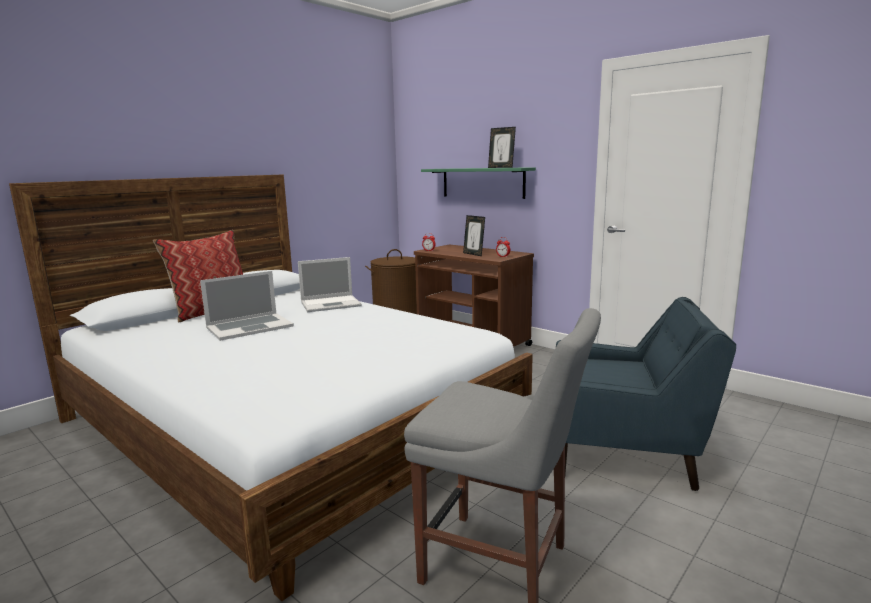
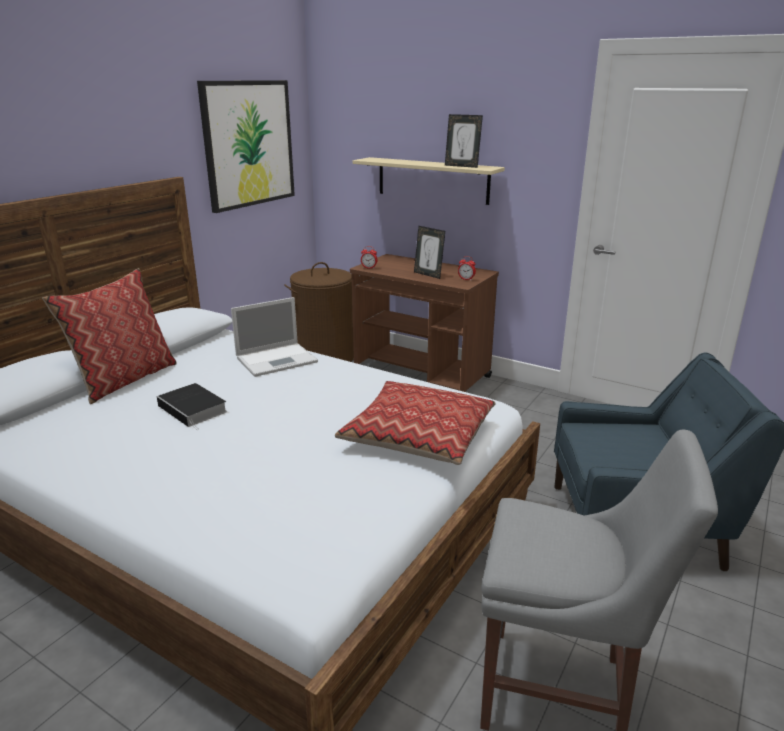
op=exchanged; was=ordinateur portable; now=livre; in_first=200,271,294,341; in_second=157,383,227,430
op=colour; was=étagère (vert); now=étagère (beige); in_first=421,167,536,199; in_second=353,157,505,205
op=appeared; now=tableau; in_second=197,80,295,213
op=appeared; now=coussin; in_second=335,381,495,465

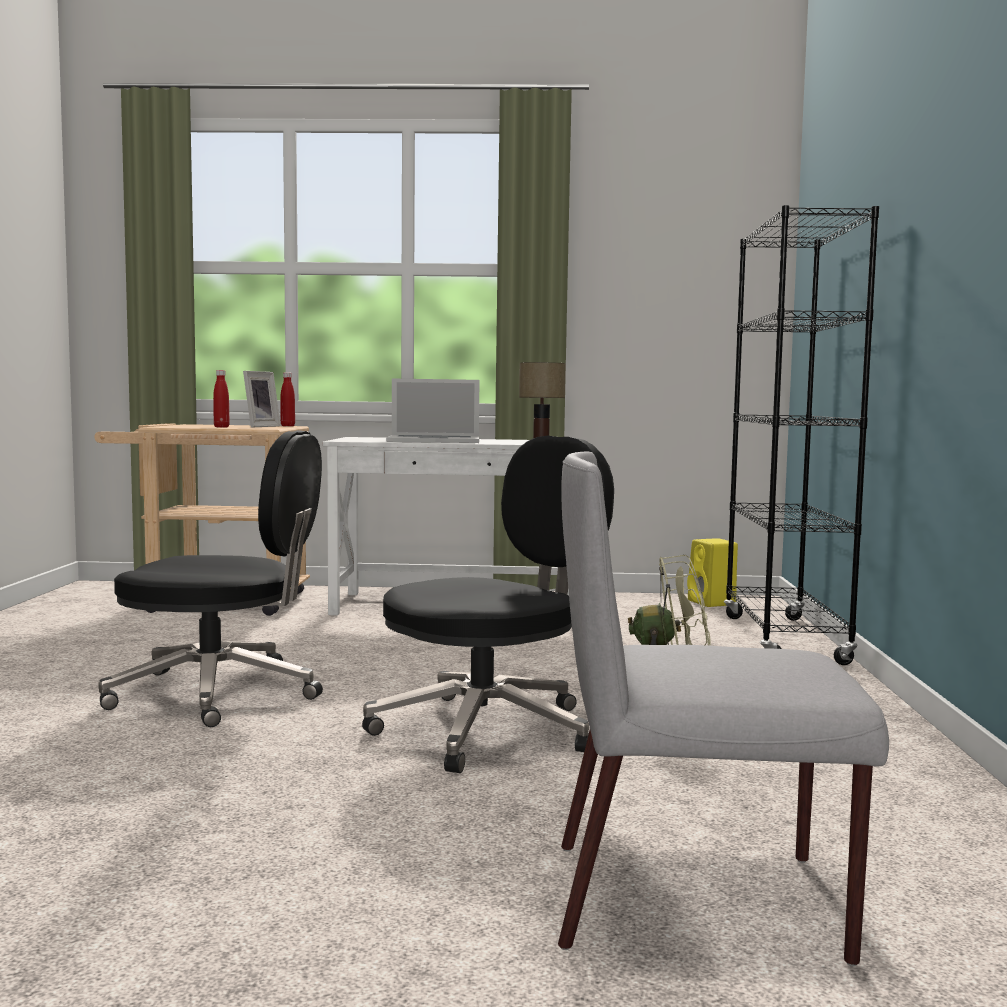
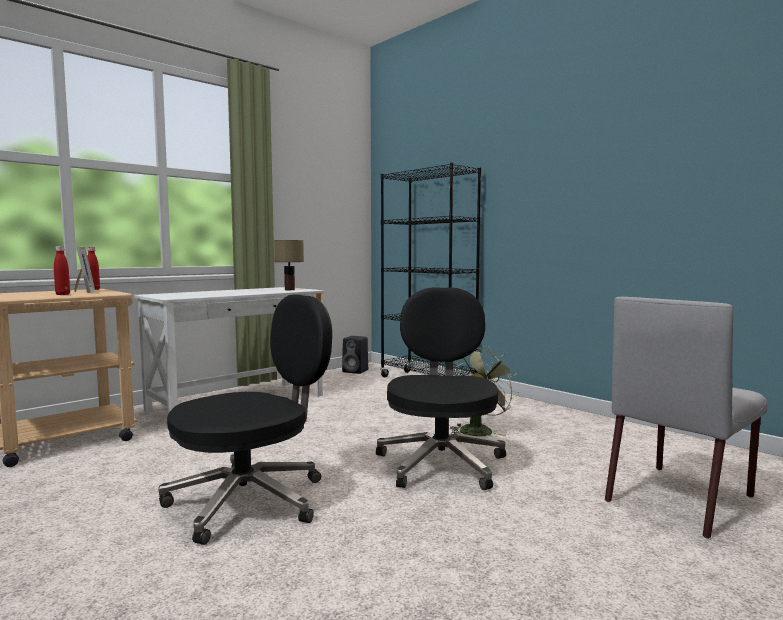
op=missing; was=ordinateur portable; in_first=386,379,480,443
op=colour; was=enceinte (jaune); now=enceinte (noir); in_first=687,538,738,607; in_second=342,336,368,374

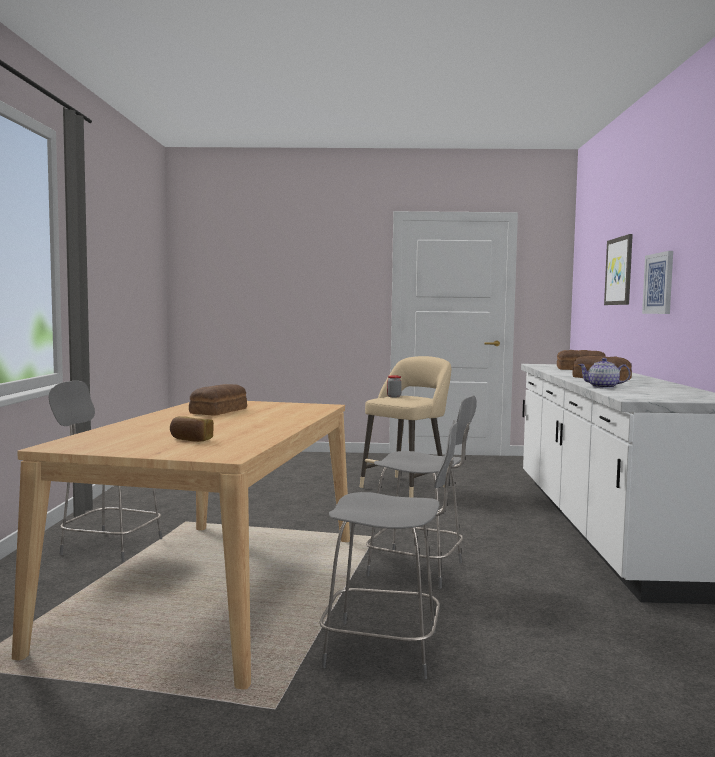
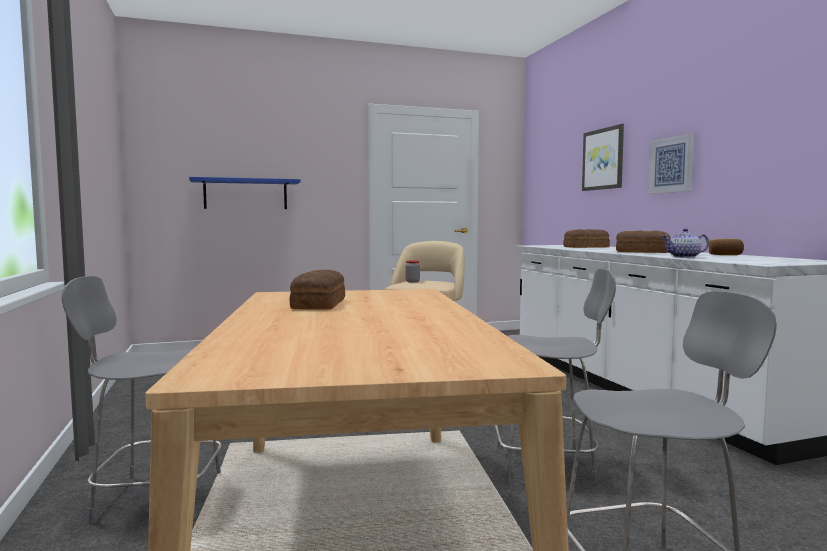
op=relocated; was=pain; in_first=170,416,214,442; in_second=709,239,744,255
op=appeared; now=étagère (bleu); in_second=189,177,300,209

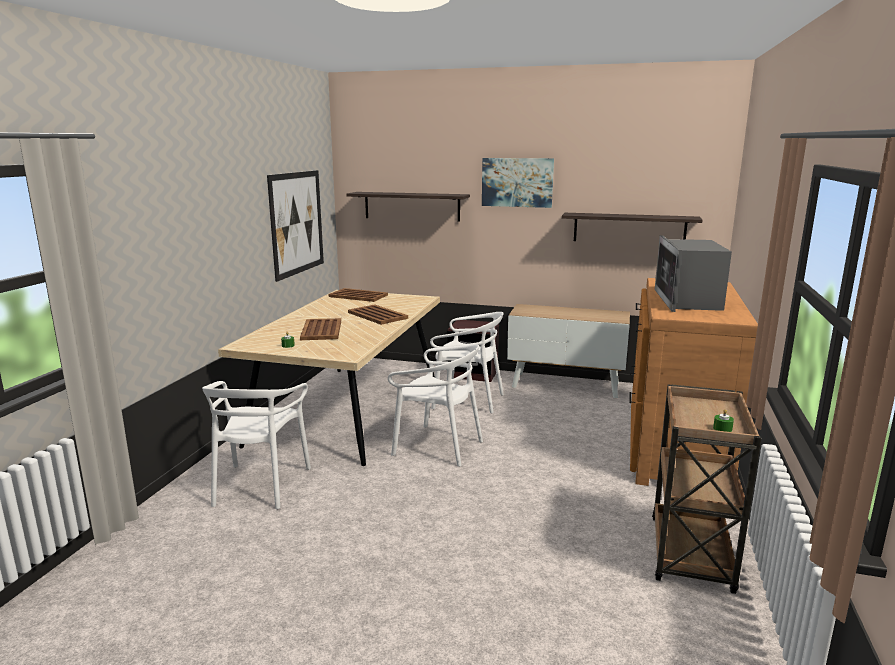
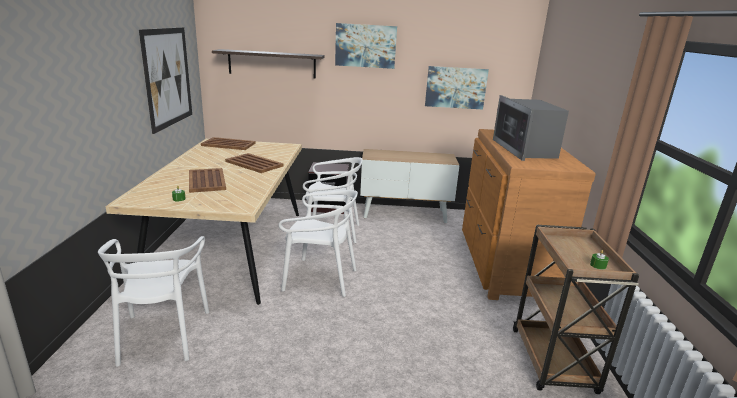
op=exchanged; was=étagère; now=tableau; in_first=562,213,703,241; in_second=425,66,489,110

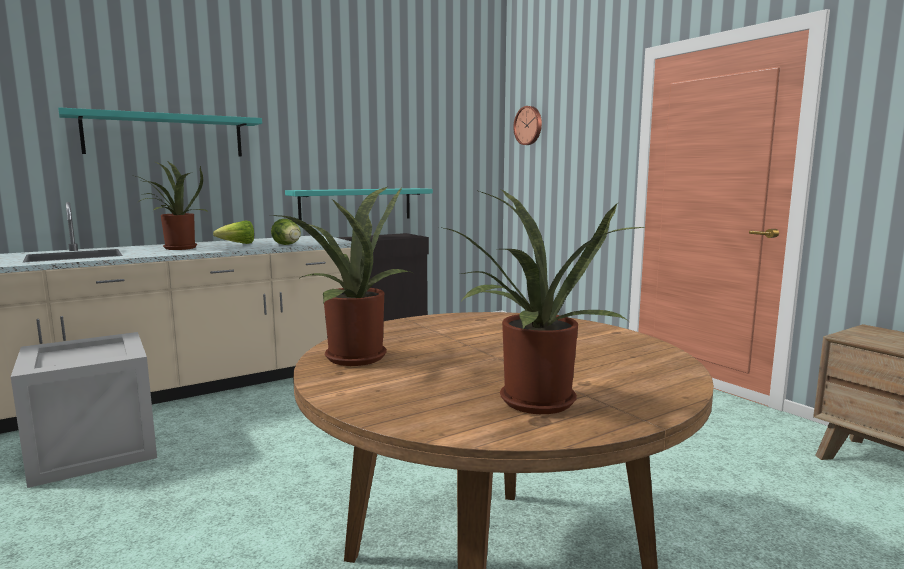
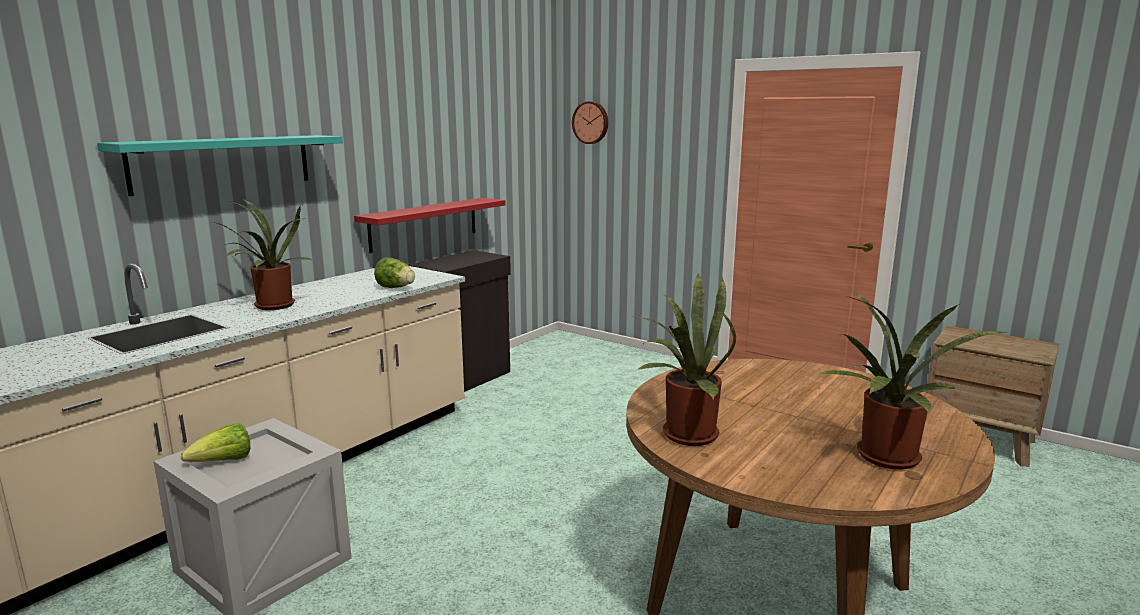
op=relocated; was=laitue; in_first=213,220,254,244; in_second=181,423,250,462
op=colour; was=étagère (turquoise); now=étagère (rouge); in_first=285,188,433,220; in_second=354,198,506,253

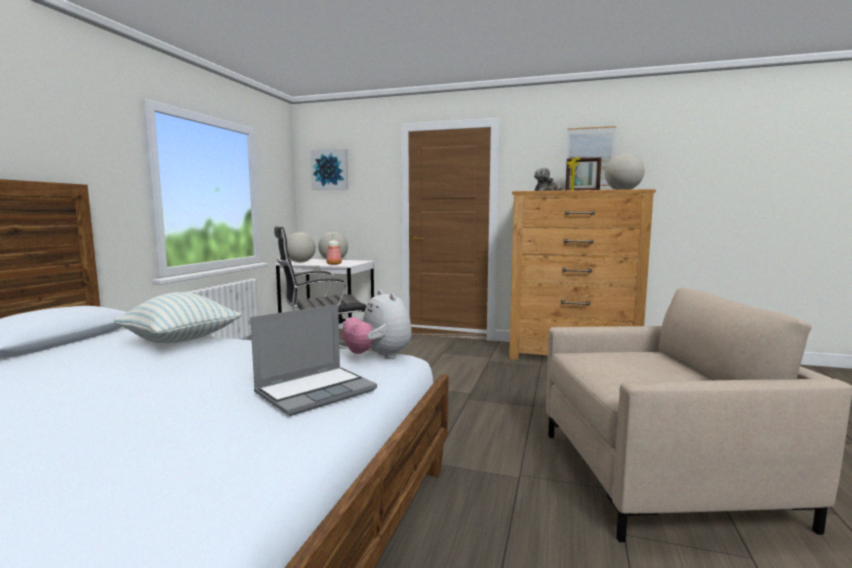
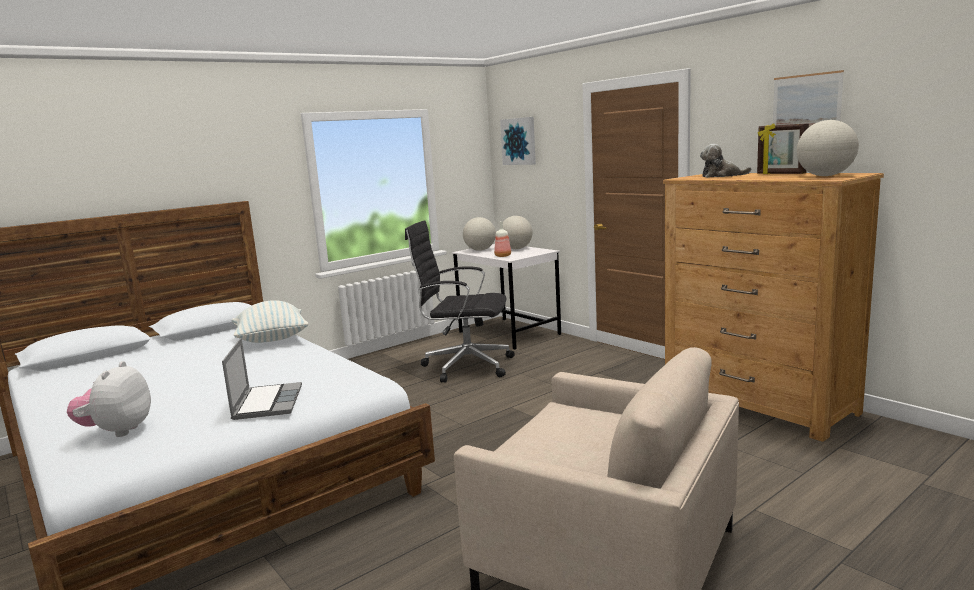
op=spun; was=ordinateur portable; in_first=250,304,377,416; in_second=222,338,302,420; clockwise=-90
op=relocated; was=peluche; in_first=342,290,412,359; in_second=67,361,151,437

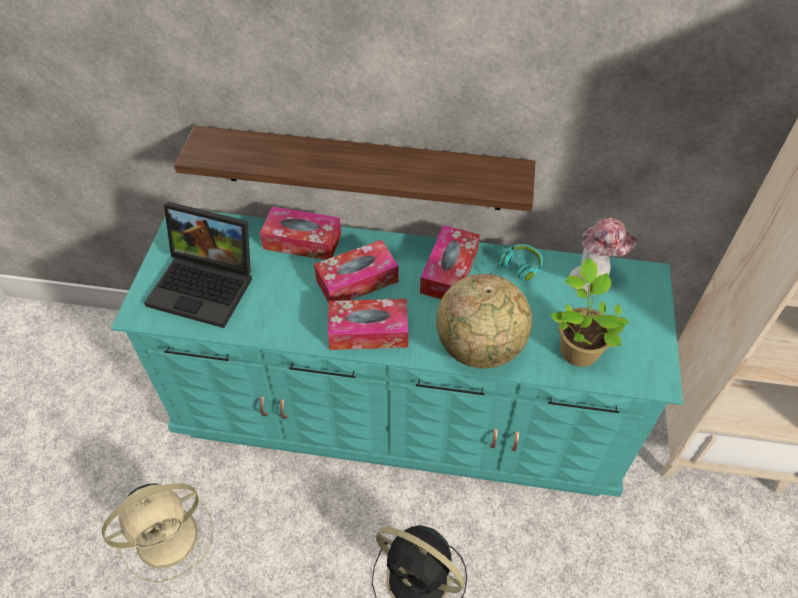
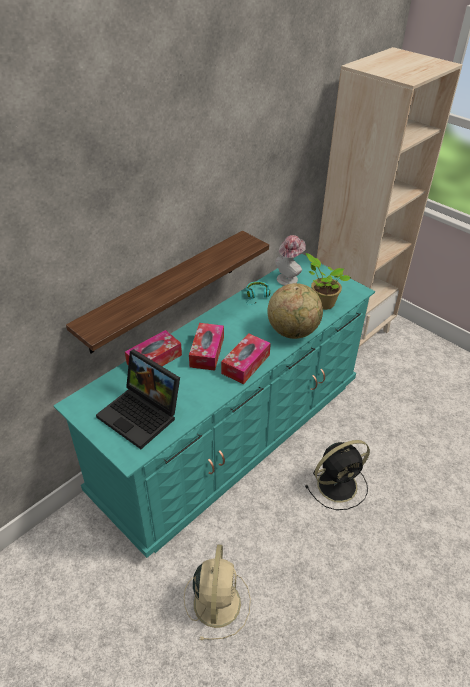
op=spun; was=ordinateur portable; in_first=144,202,252,328; in_second=96,349,180,449; clockwise=75
op=missing; was=boîte à mouchoirs; in_first=420,225,480,299

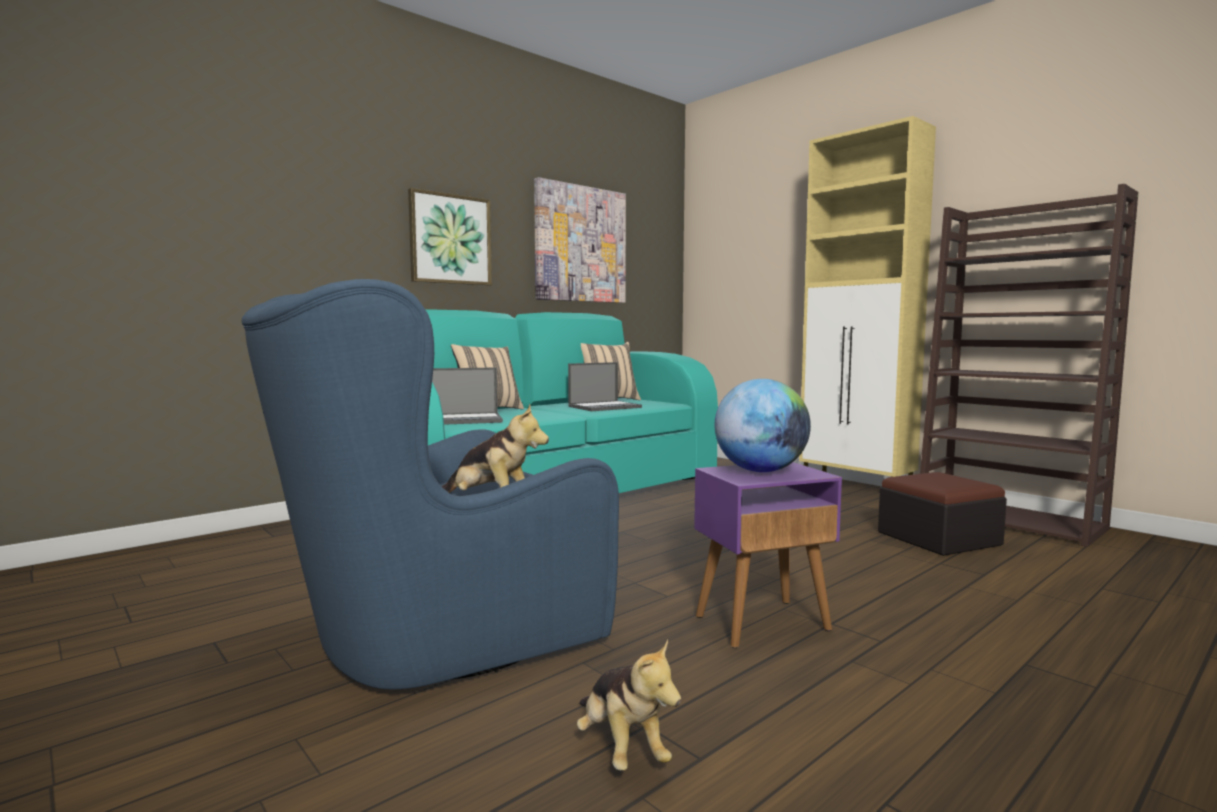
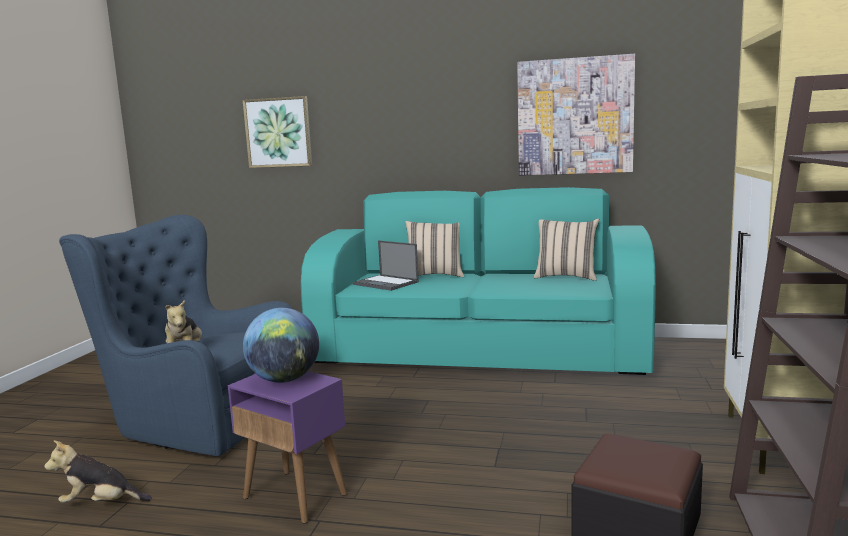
op=relocated; was=tableau; in_first=408,188,492,286; in_second=242,96,312,168
op=missing; was=ordinateur portable; in_first=568,362,642,411
op=spun; was=peluche; in_first=577,639,681,770; in_second=44,440,152,503; clockwise=60

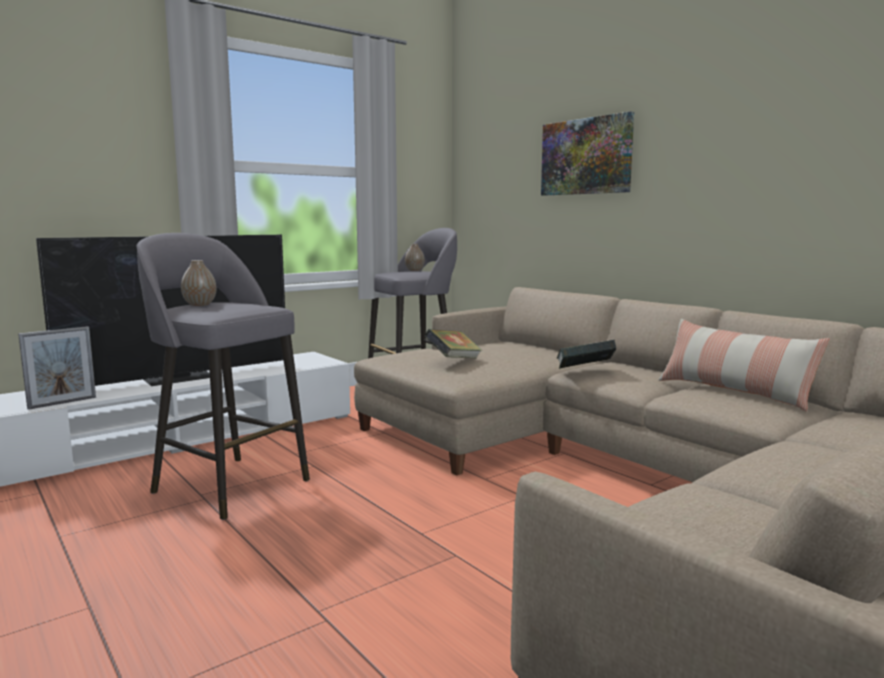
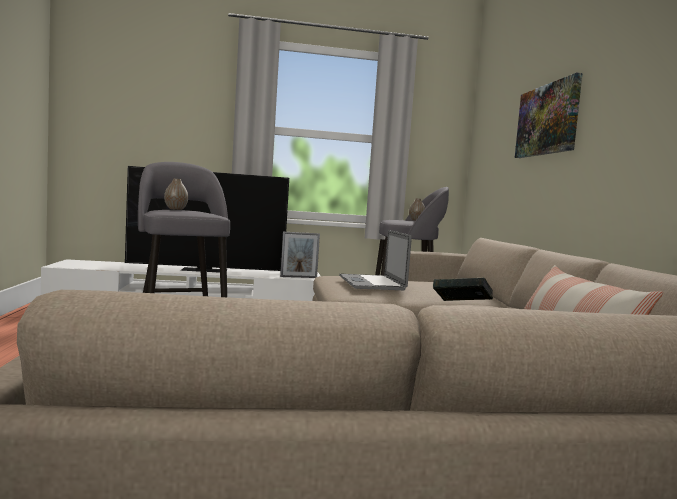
op=relocated; was=cadre photo; in_first=18,326,96,410; in_second=280,232,320,278
op=exchanged; was=livre; now=ordinateur portable; in_first=425,329,482,359; in_second=339,230,412,290

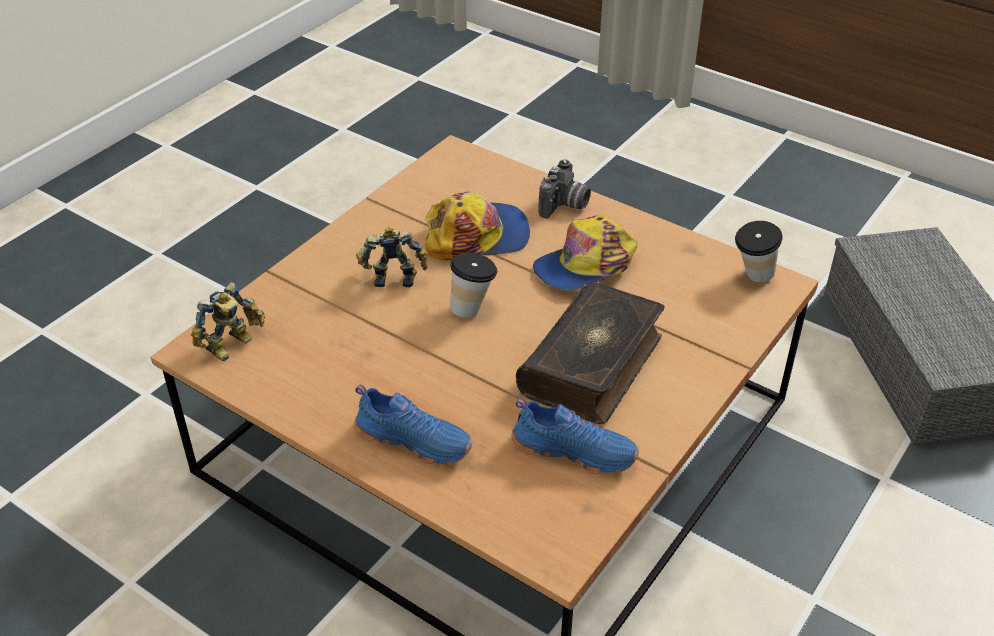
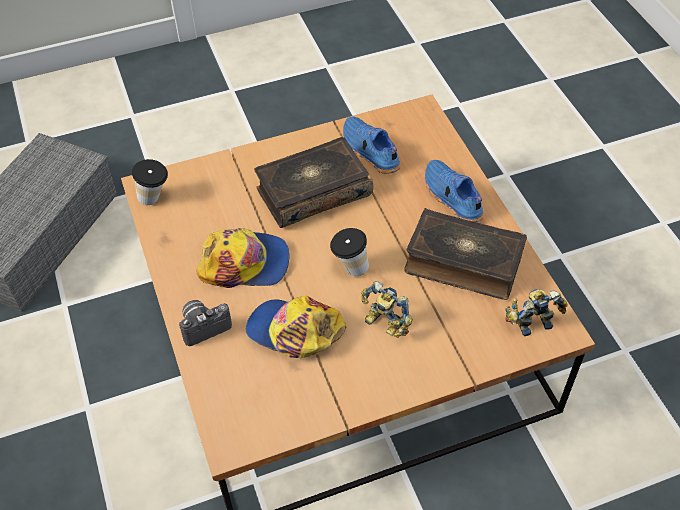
op=appeared; now=livre; in_second=404,208,527,300

